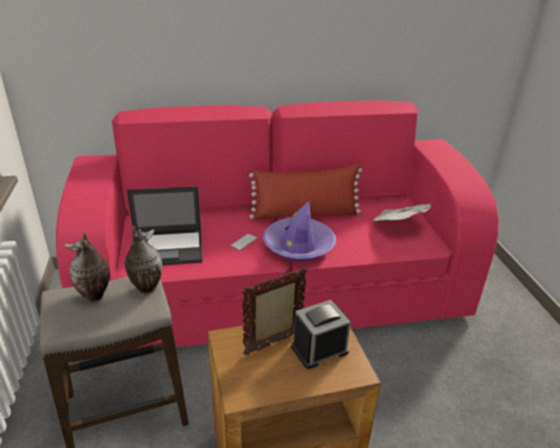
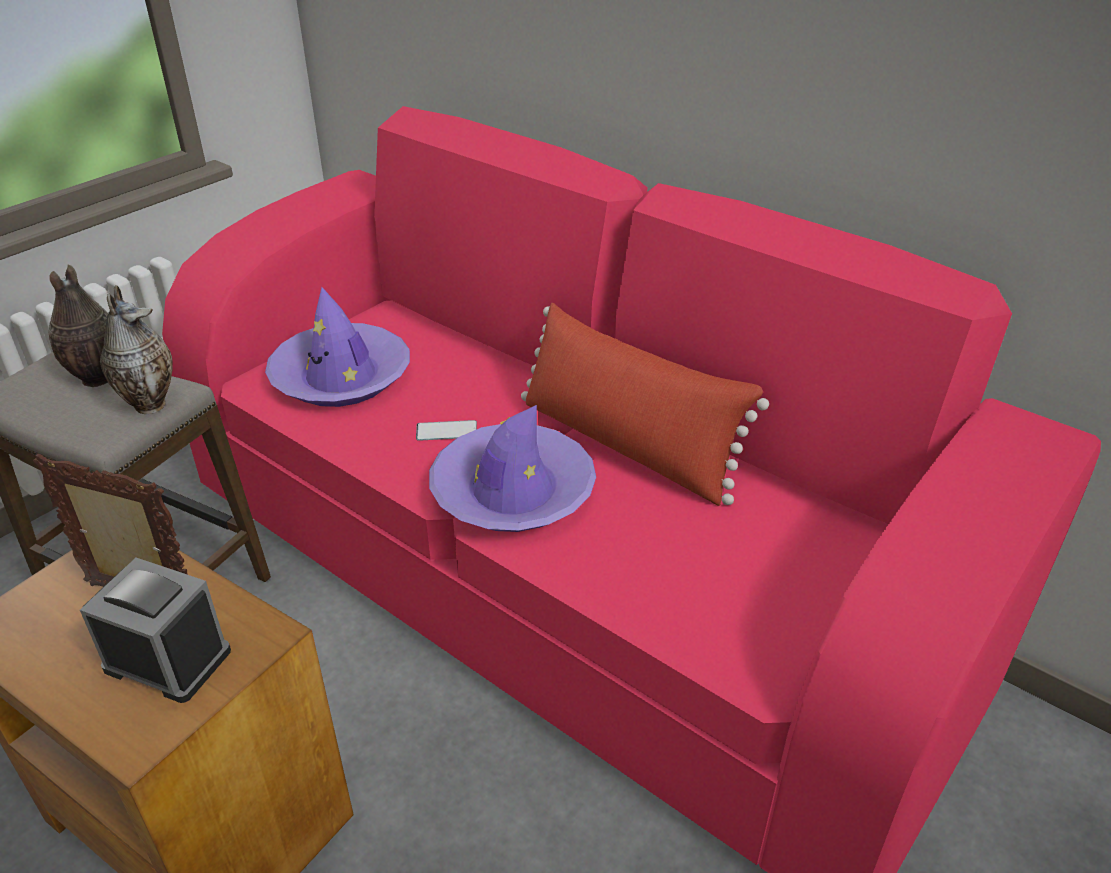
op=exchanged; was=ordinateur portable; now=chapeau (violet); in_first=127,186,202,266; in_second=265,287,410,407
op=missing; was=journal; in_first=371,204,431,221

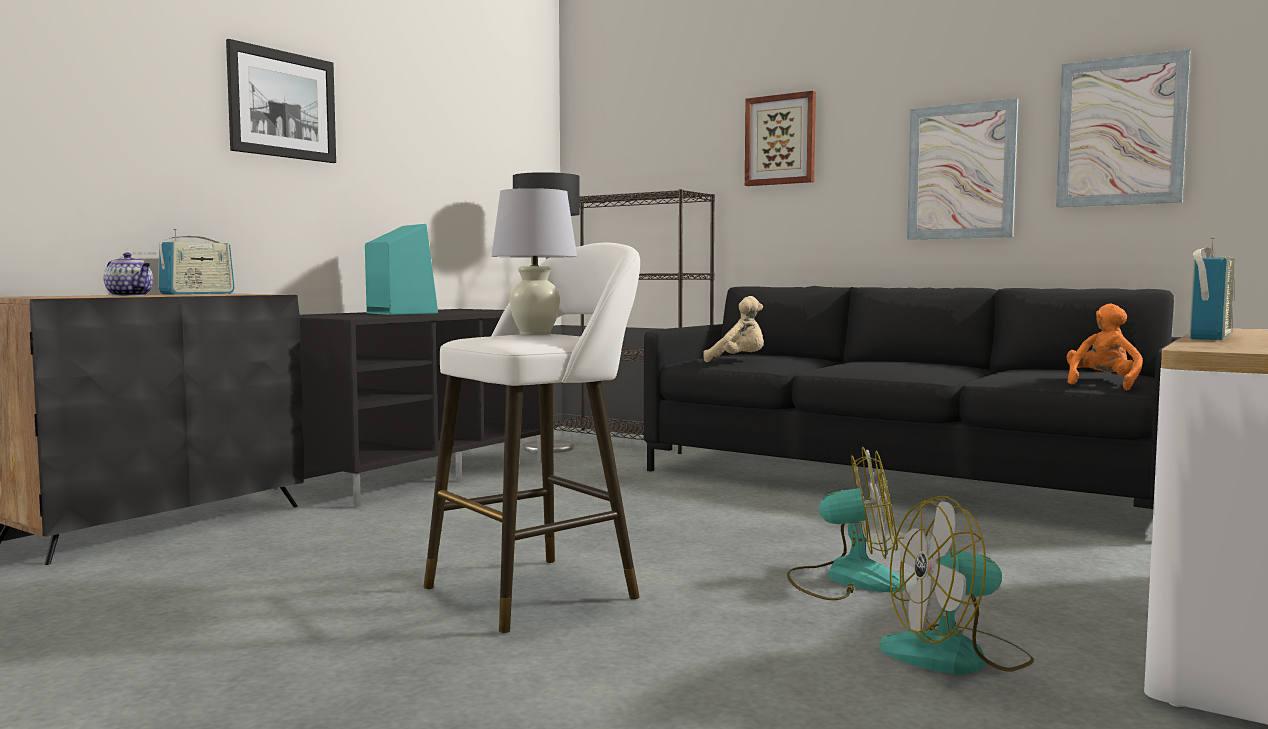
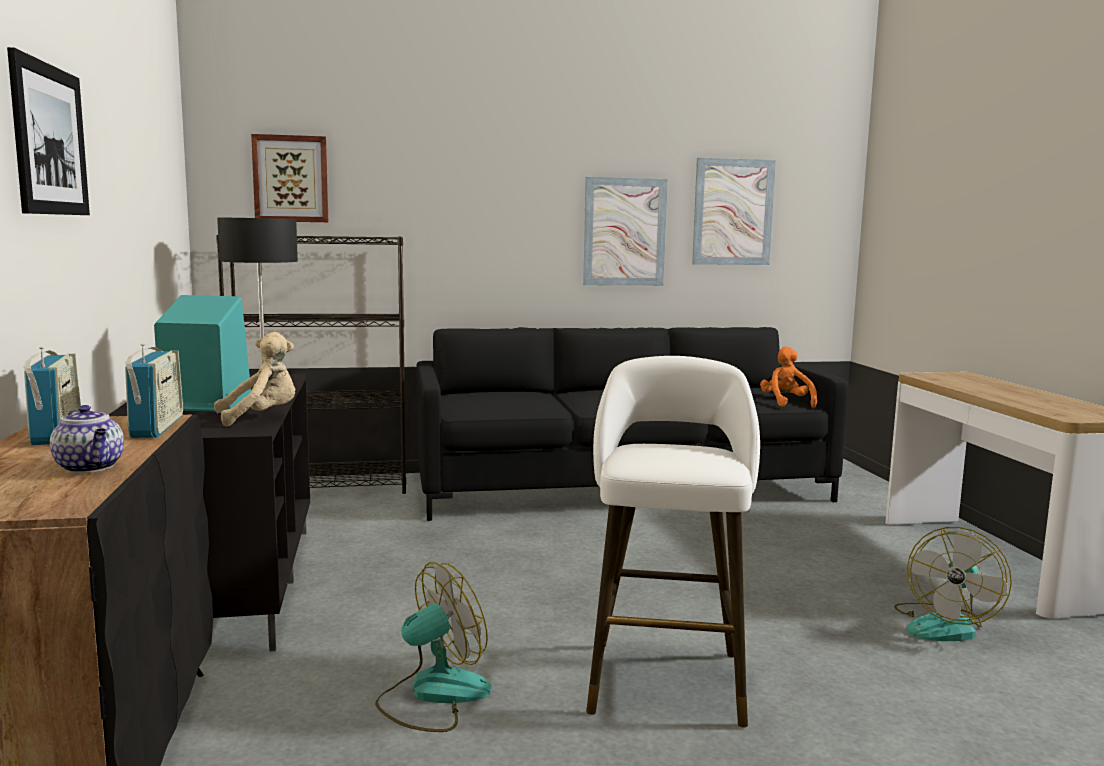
op=spun; was=théière; in_first=103,253,153,296; in_second=50,405,124,473; clockwise=60
op=missing; was=lampe de table (blanc); in_first=491,188,577,335
op=relocated; was=peluche (beige); in_first=703,296,764,362; in_second=214,332,295,427
op=relocated; was=tableau; in_first=745,91,816,186; in_second=251,134,328,222
op=relocated; was=ventilateur; in_first=787,447,906,600; in_second=375,562,492,732
op=relocated; was=radio; in_first=1189,237,1235,340; in_second=125,344,183,438

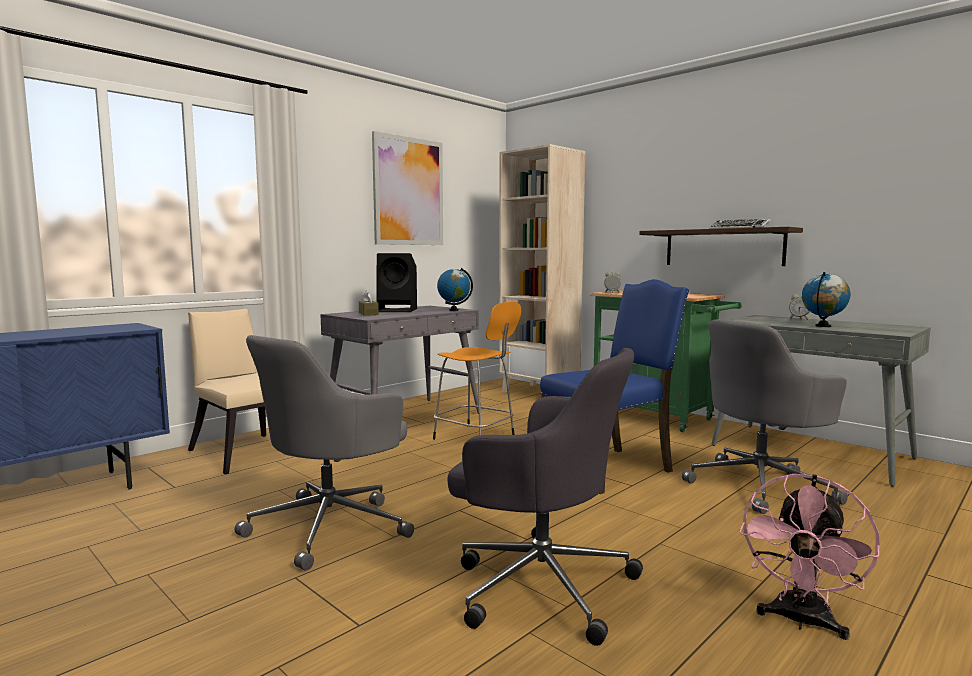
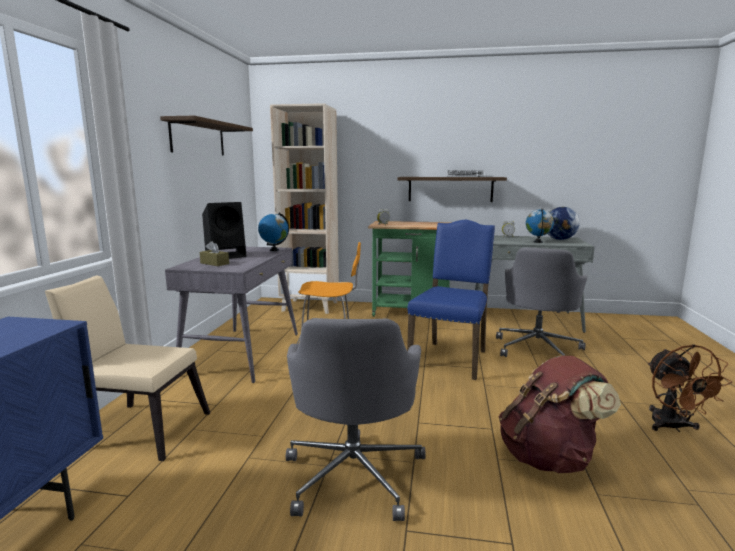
op=exchanged; was=tableau; now=étagère; in_first=372,131,443,245; in_second=160,116,253,155
op=exchanged; was=chaise de bureau (gris); now=sac à dos (marron); in_first=447,348,643,646; in_second=499,355,621,473
op=colour; was=ventilateur (rose); now=ventilateur (marron); in_first=739,474,880,640; in_second=648,344,732,432
op=appeared; now=globe; in_second=548,207,580,240

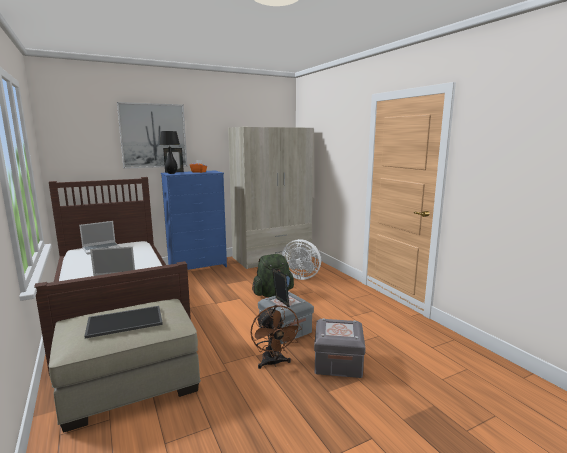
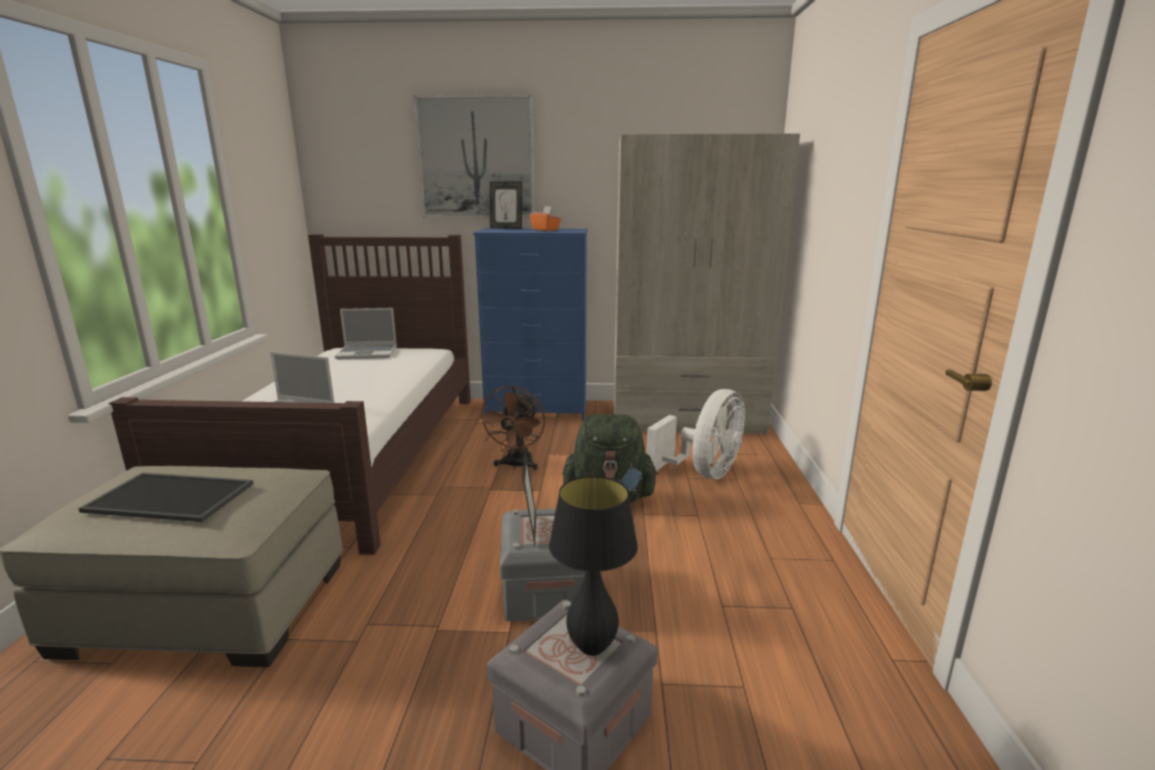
op=relocated; was=lampe de table (noir); in_first=159,131,180,174; in_second=549,476,638,656
op=relocated; was=ventilateur (marron); in_first=251,305,302,369; in_second=477,386,545,470
op=spun; was=ventilateur (blanc); in_first=282,239,321,280; in_second=646,389,745,479; clockwise=-105

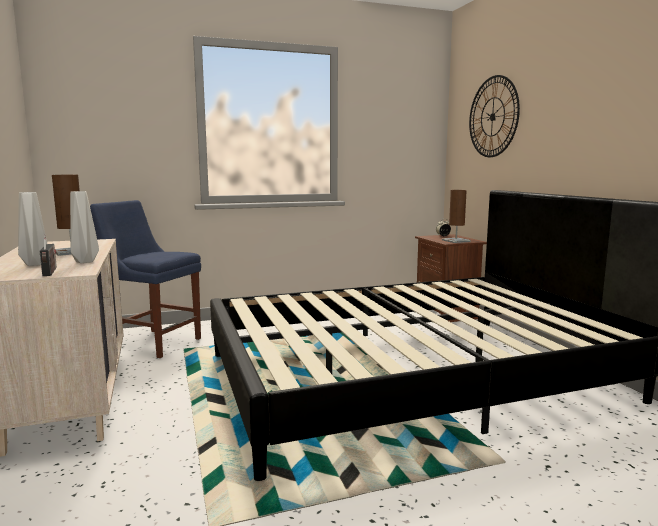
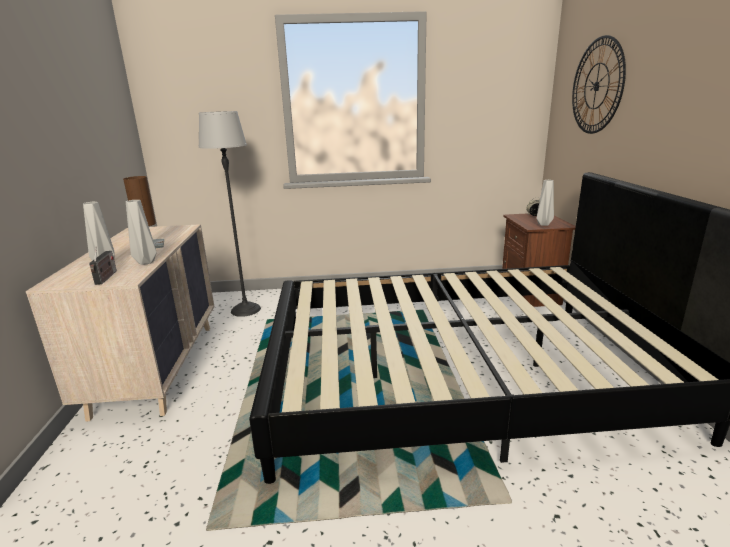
op=exchanged; was=chaise (bleu); now=lampadaire; in_first=90,200,201,358; in_second=199,111,261,317
op=exchanged; was=lampe de table (marron); now=vase (gris); in_first=442,190,471,243; in_second=537,180,554,226

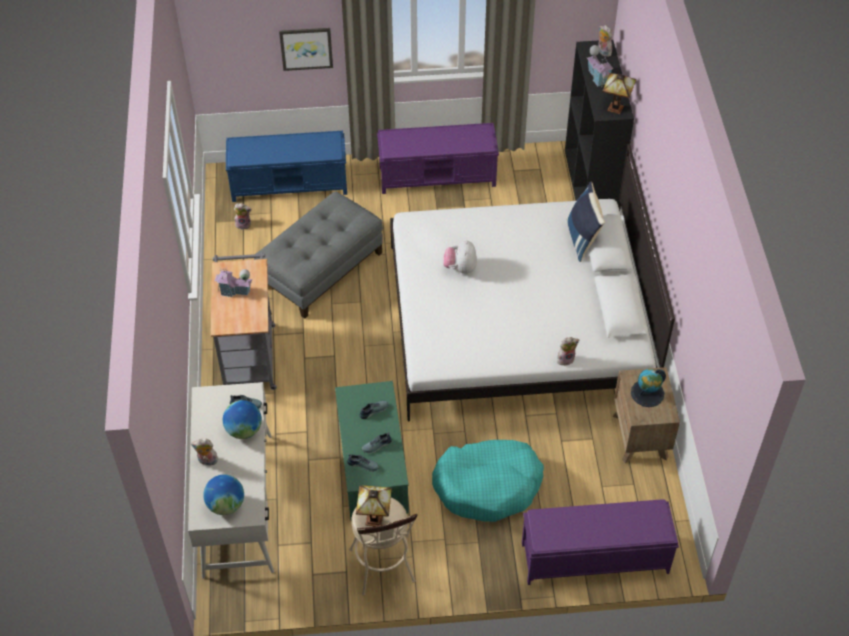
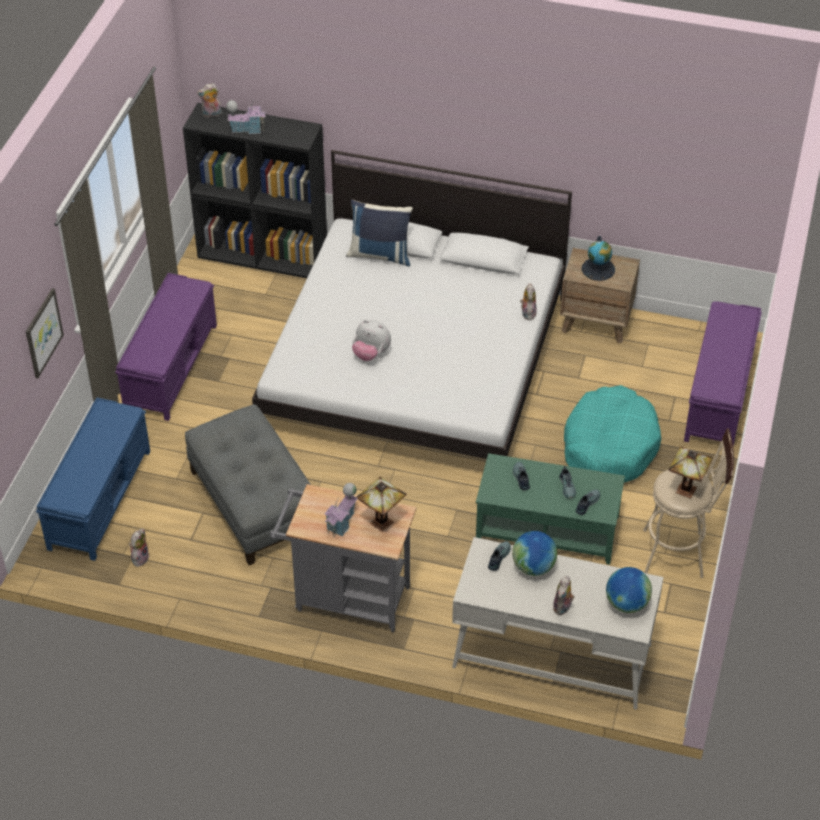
op=relocated; was=lampe de table; in_first=602,73,636,114; in_second=357,477,407,532

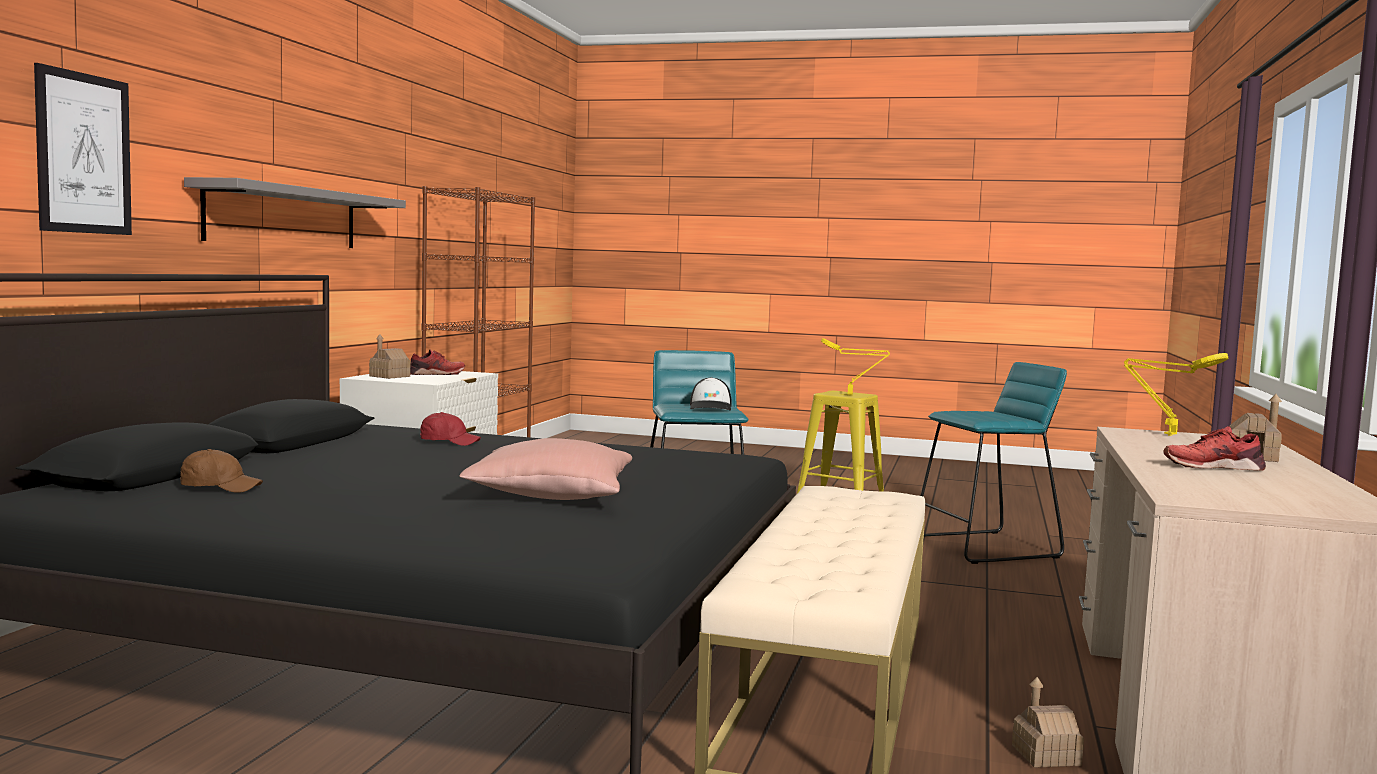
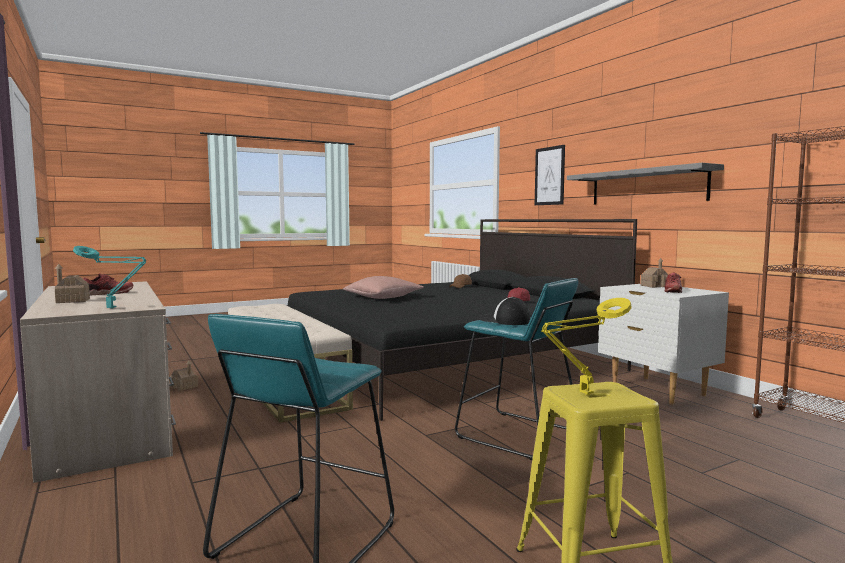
op=colour; was=lampe de table (jaune); now=lampe de table (turquoise); in_first=1124,353,1229,436; in_second=73,246,146,309

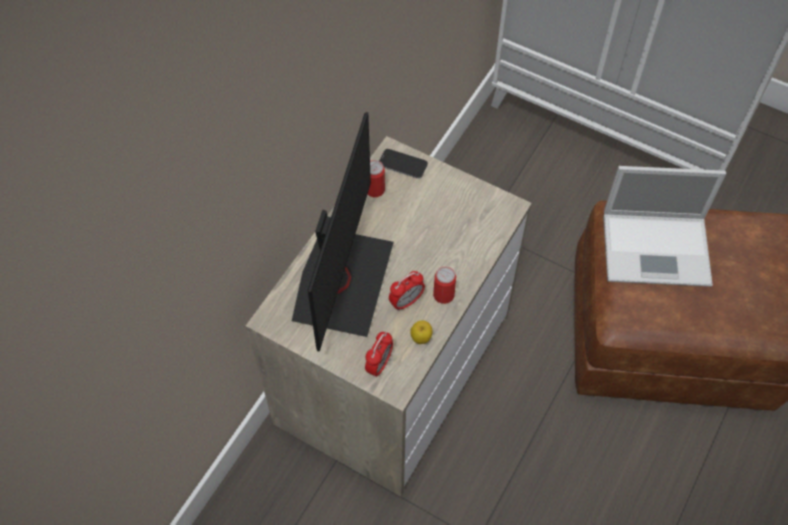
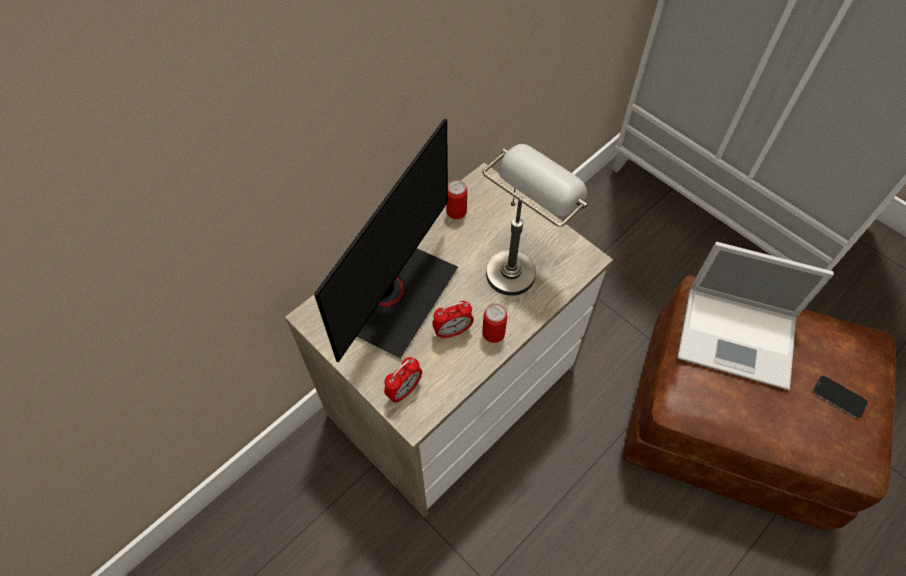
op=relocated; was=téléphone; in_first=379,149,428,179; in_second=813,376,867,418
op=missing; was=pomme; in_first=410,320,433,344
op=appeared; now=lampe de table (gris); in_second=483,144,588,296

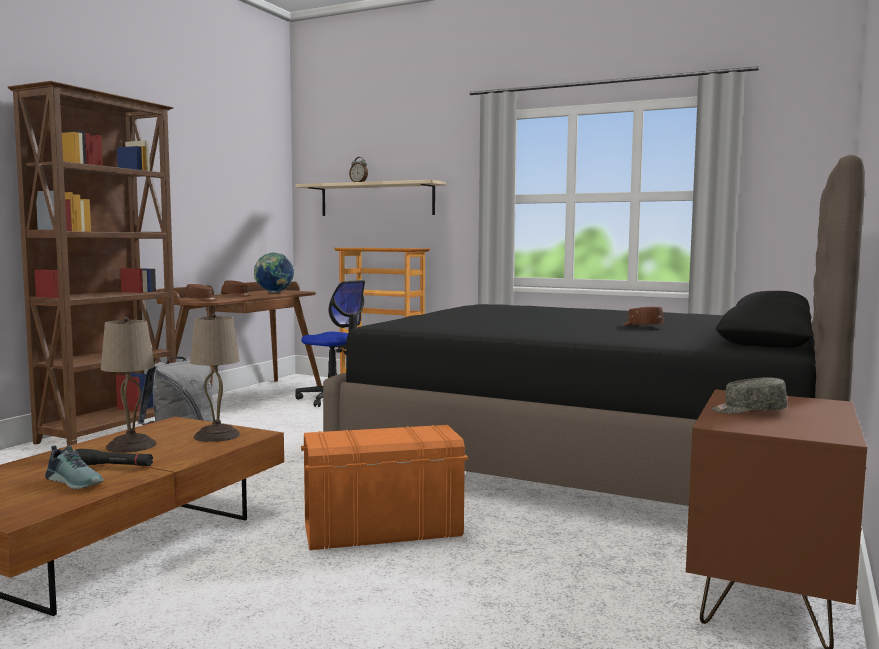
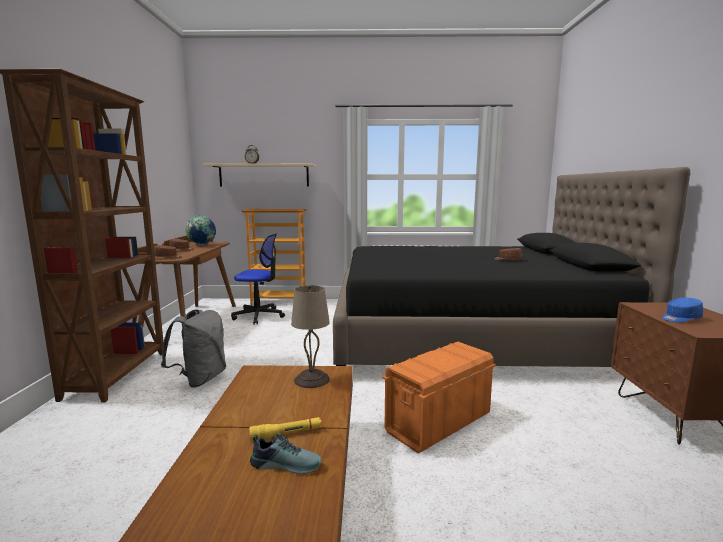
op=colour; was=lampe de poche (noir); now=lampe de poche (jaune); in_first=75,449,153,466; in_second=249,417,322,441
op=missing; was=lampe de table (beige); in_first=101,317,156,453
op=colour; was=casquette (gris); now=casquette (bleu); in_first=712,377,787,414; in_second=662,298,703,323

